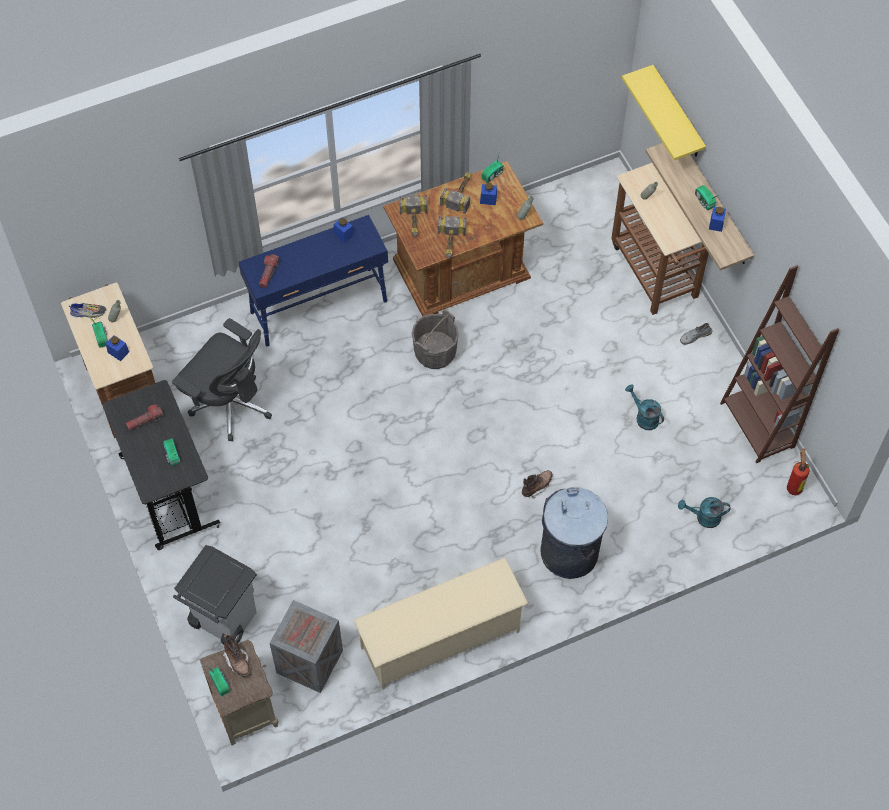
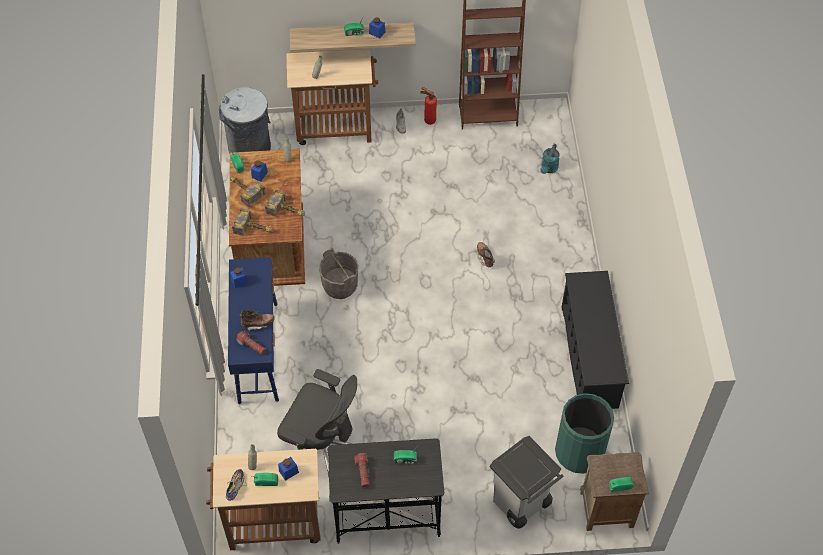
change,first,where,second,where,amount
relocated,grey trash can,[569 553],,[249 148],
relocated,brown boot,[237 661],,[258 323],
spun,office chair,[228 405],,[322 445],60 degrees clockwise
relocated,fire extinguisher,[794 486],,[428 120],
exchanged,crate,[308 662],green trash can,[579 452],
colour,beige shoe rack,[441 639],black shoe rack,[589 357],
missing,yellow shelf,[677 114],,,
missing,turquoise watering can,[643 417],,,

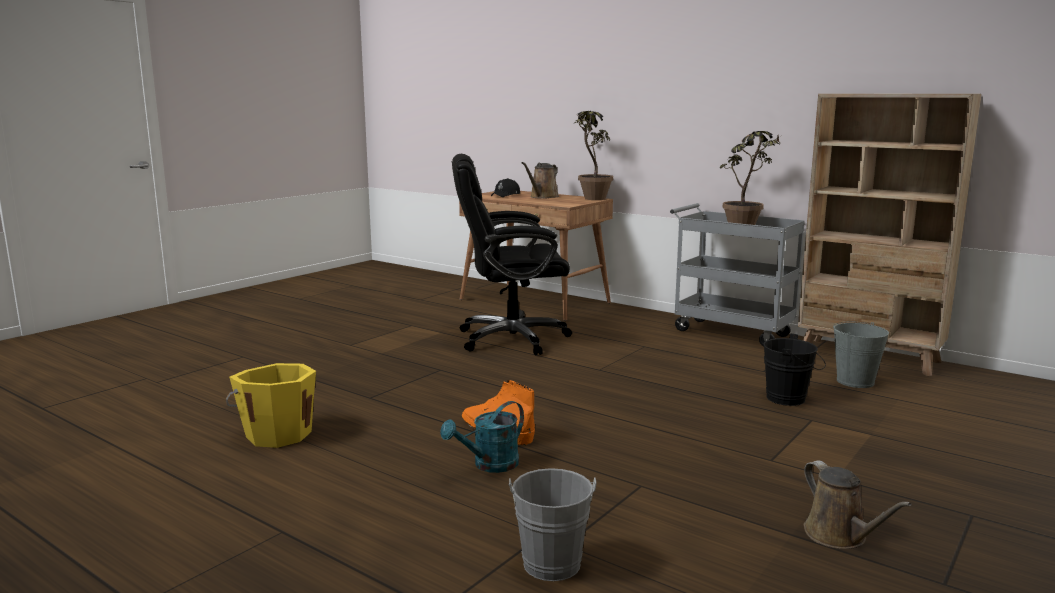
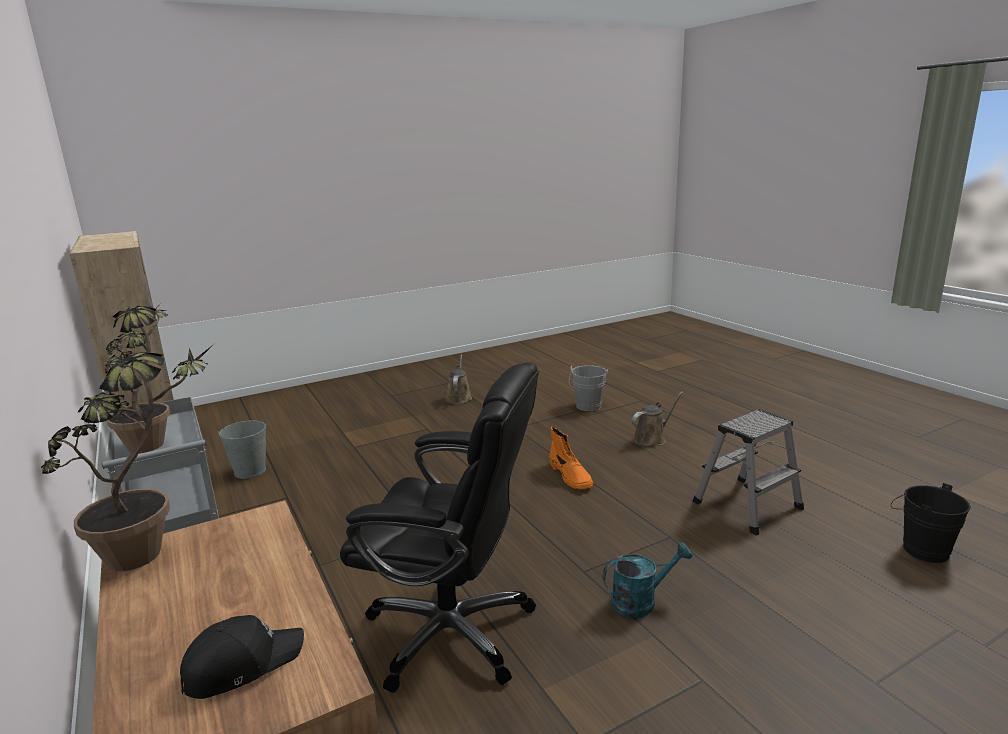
change,first,where,second,where,amount
relocated,turquoise watering can,[489 465],,[640 601],
relocated,brown watering can,[542 197],,[652 438],
exchanged,yellow bucket,[278 434],grey step ladder,[747 505],
relocated,black bucket,[790 399],,[920 548],

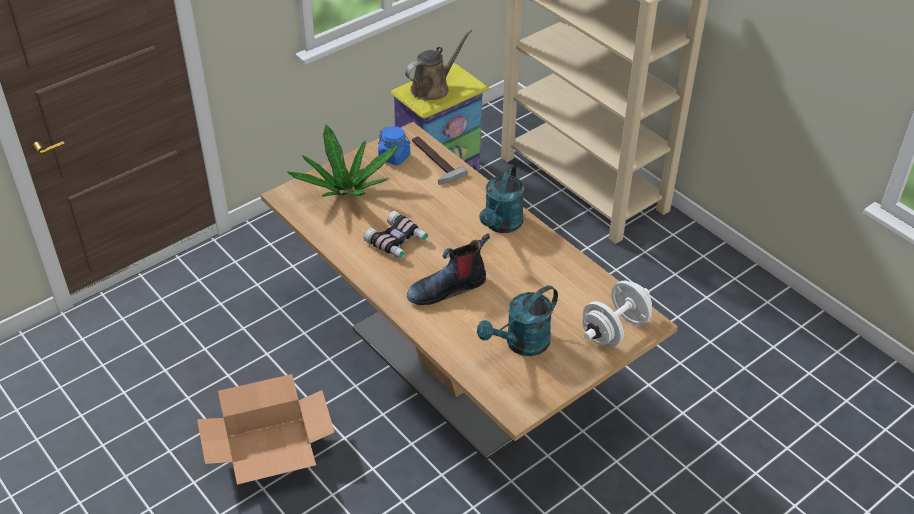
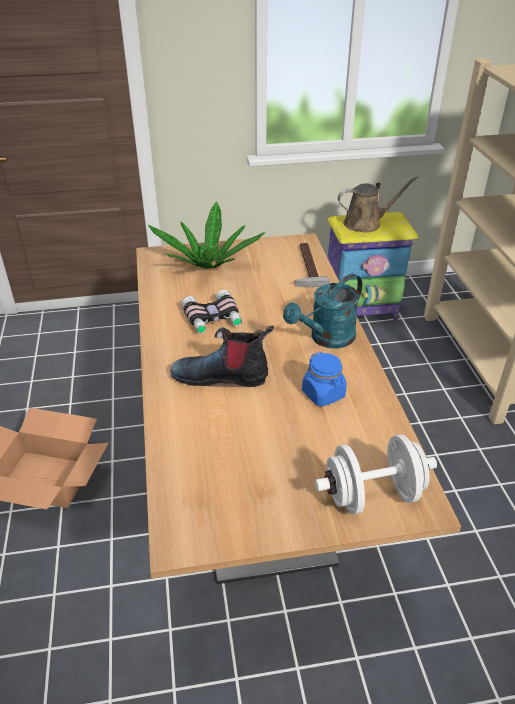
change,first,where,second,where,amount
relocated,blue jar,[394 157],,[323 394],
missing,turquoise watering can,[521 344],,,

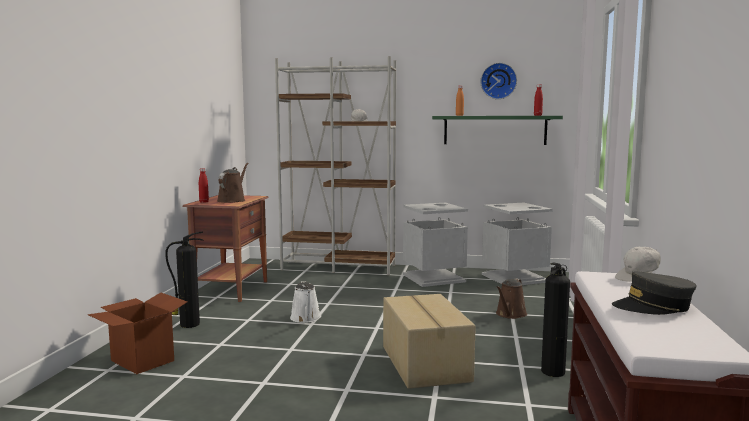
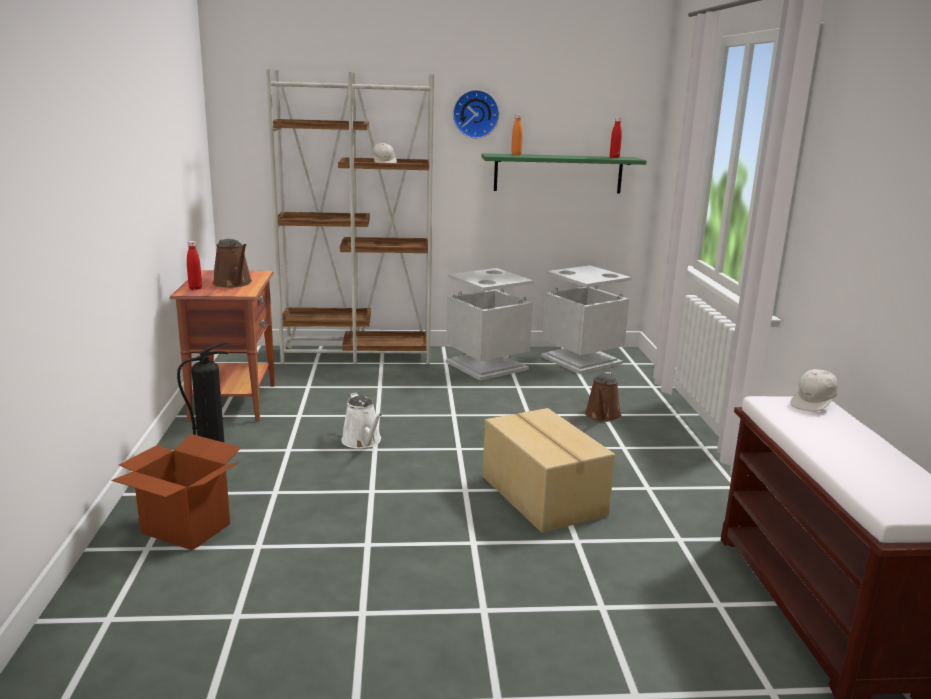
change,first,where,second,where,amount
spun,brown watering can,[232 200],,[234 283],150 degrees clockwise
relocated,wall clock,[498 81],,[475 114],
missing,fire extinguisher,[553 371],,,
missing,grey cap,[653 307],,,

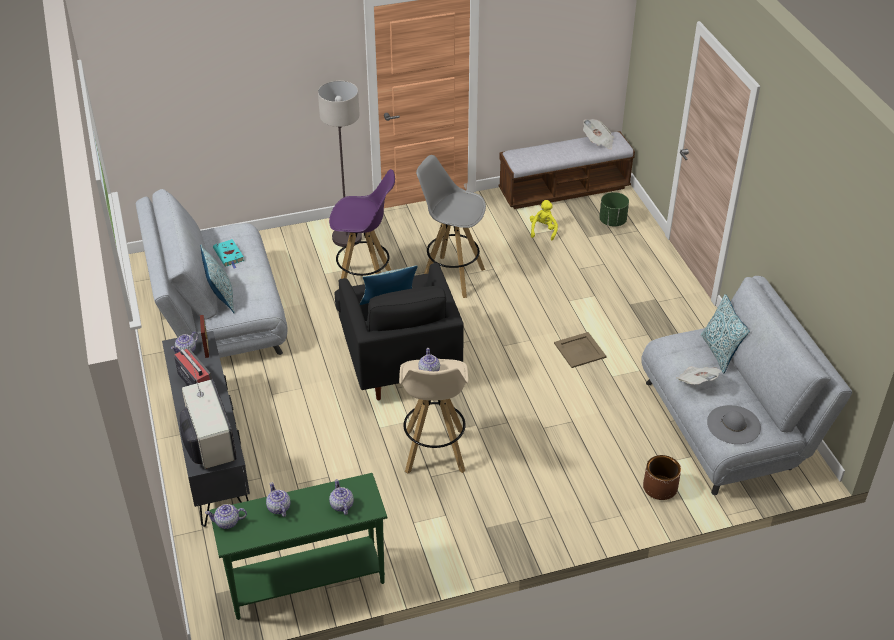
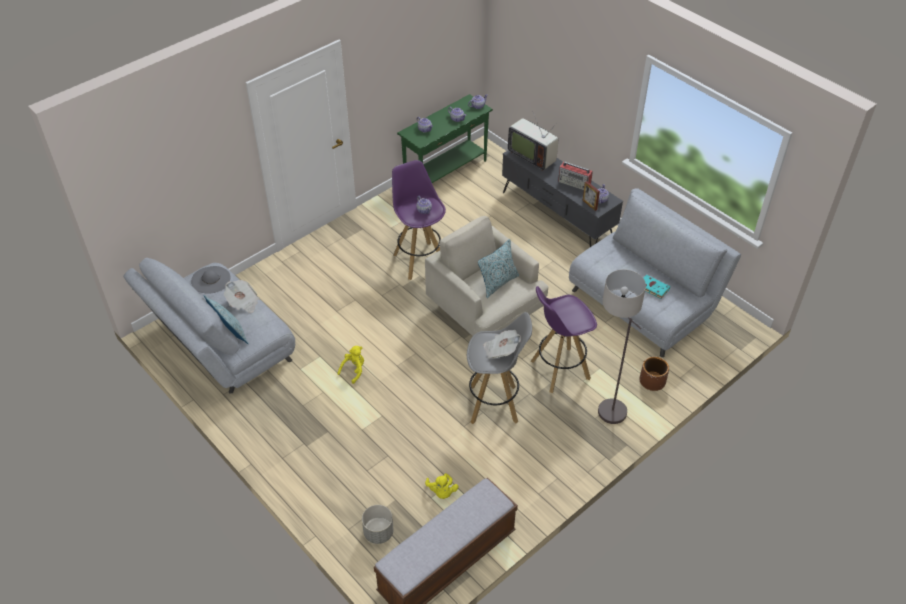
change,first,where,second,where,amount
exchanged,beige tray,[579 350],yellow plush toy,[354 370],
colour,green planter,[612 221],grey planter,[378 532],
colour,beige stool,[434 452],purple stool,[419 259],
colour,black armchair,[399 360],beige armchair,[485 314],
relocated,newspaper,[598 141],,[501 350],
relocated,brown planter,[660 487],,[652 381],
missing,pillow,[221 297],,,

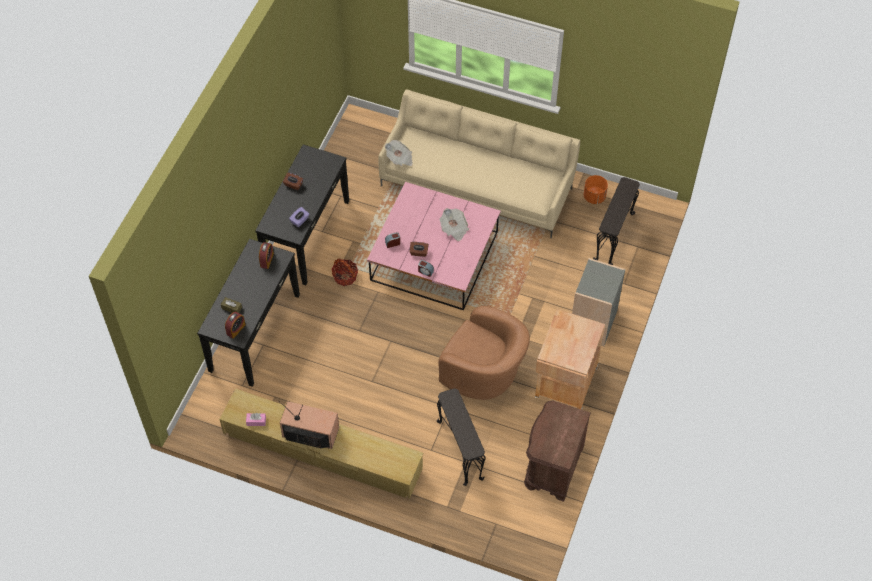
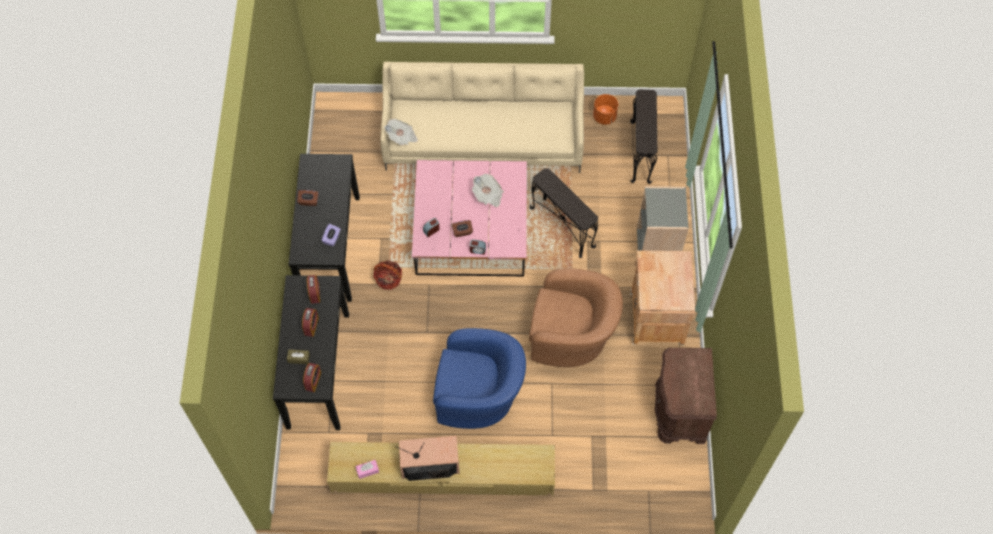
change,first,where,second,where,amount
appeared,,,alarm clock,[311 326],
appeared,,,blue armchair,[479 397],
relocated,black side table,[460 450],,[562 227],

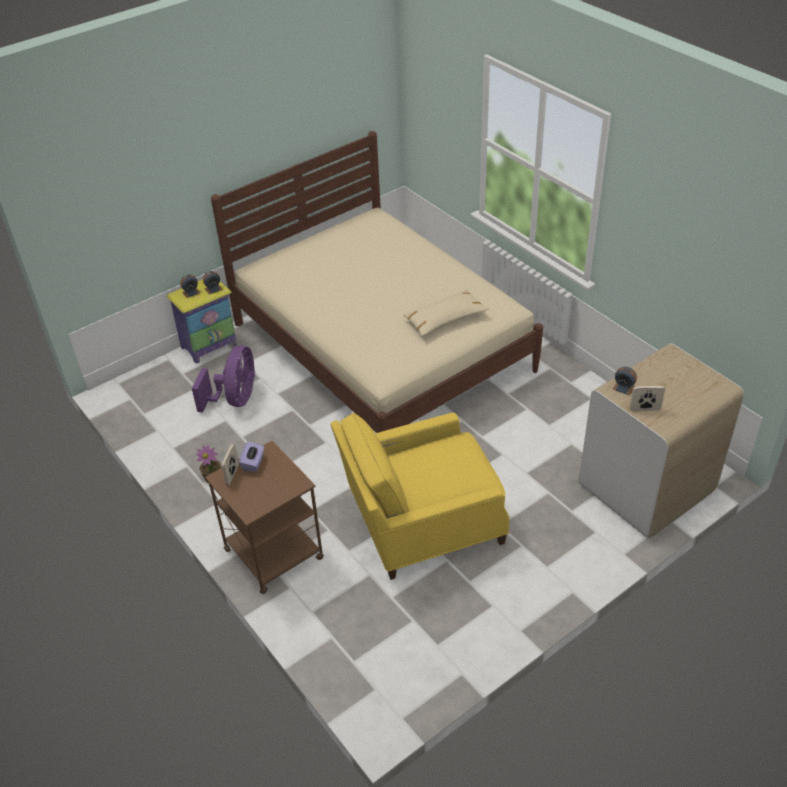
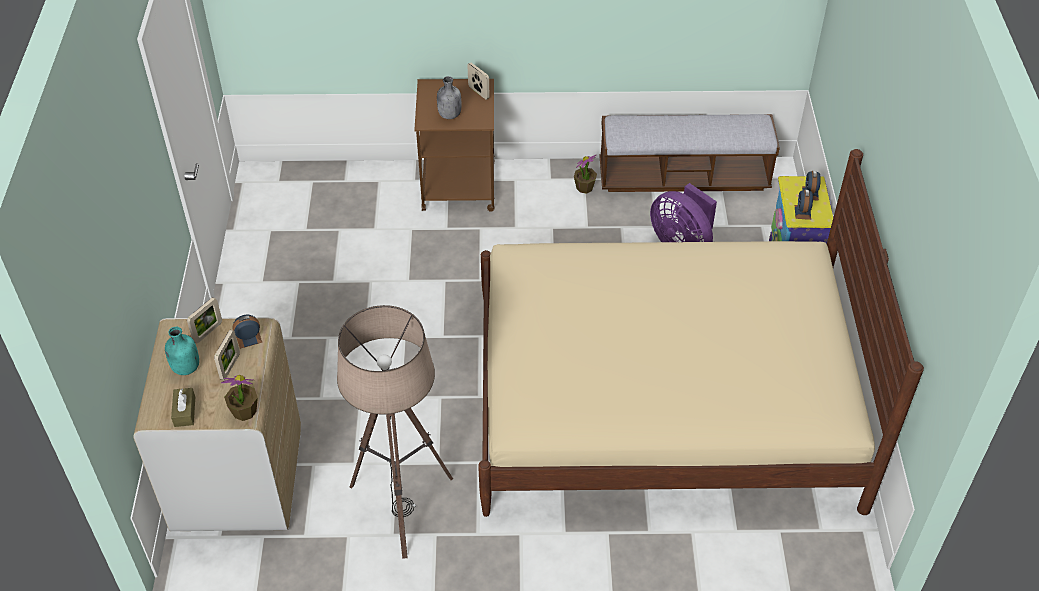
change,first,where,second,where,amount
appeared,,,turquoise bottle,[185 368],
appeared,,,brown tissue box,[185 411],
appeared,,,picture frame,[230 367],
appeared,,,potted plant,[244 411],
appeared,,,floor lamp,[402 506],
appeared,,,grey bottle,[449 115],
appeared,,,bench,[684 177],
missing,purple tissue box,[253 463],,,
missing,yellow armchair,[422 520],,,
missing,beige pillow,[445 319],,,

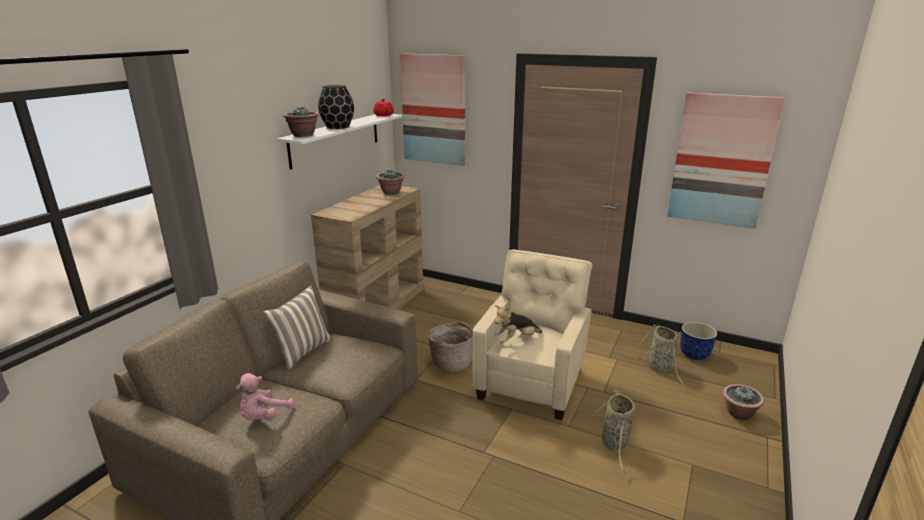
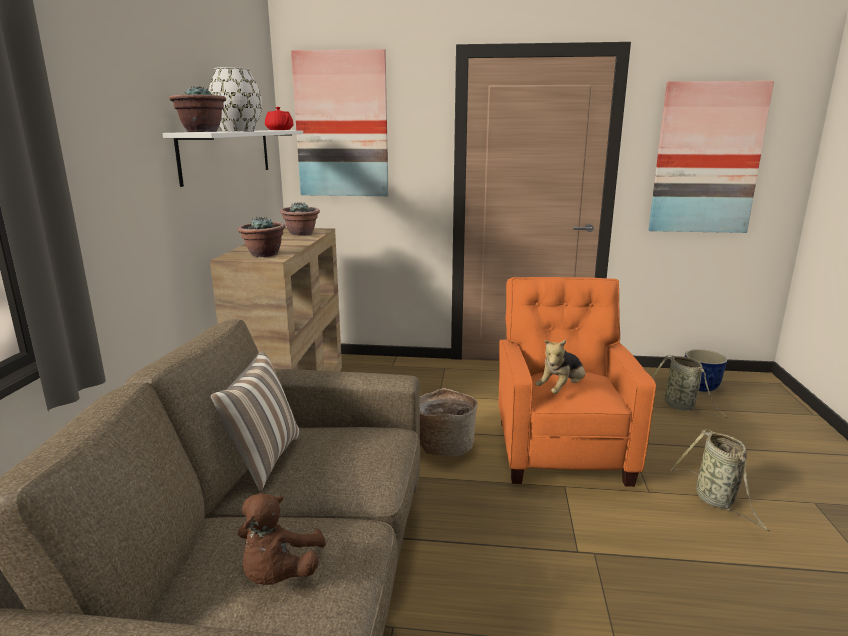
change,first,where,second,where,amount
colour,black vase,[337 127],white vase,[237 131],
relocated,potted plant,[738 414],,[264 254],
colour,pink plush toy,[264 417],brown plush toy,[279 574],
colour,beige armchair,[532 382],orange armchair,[561 449],

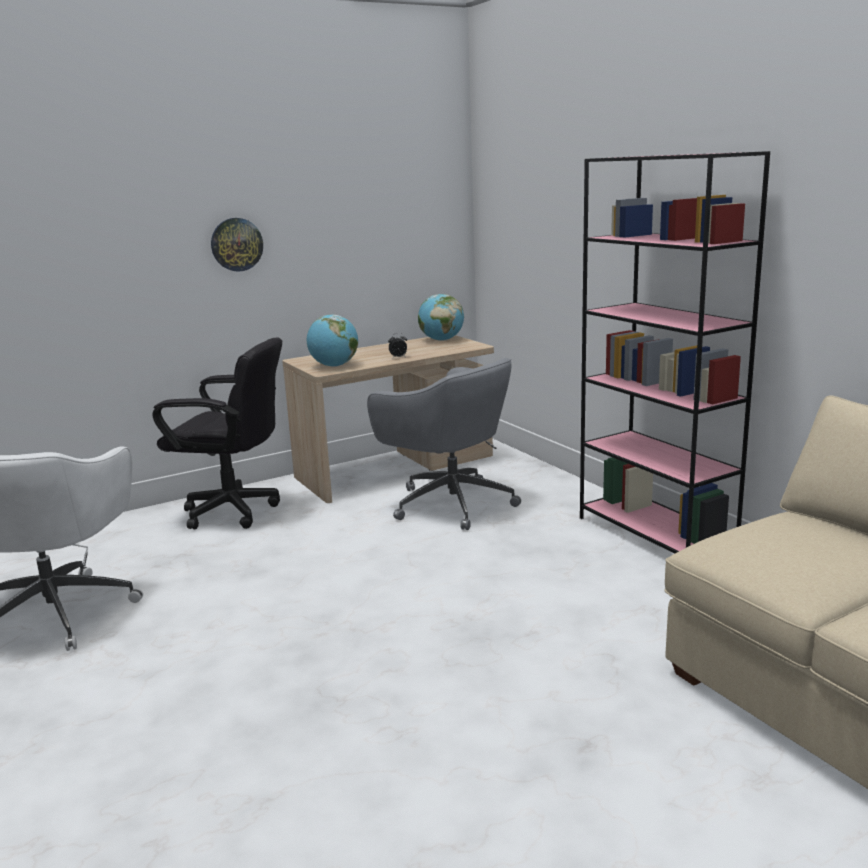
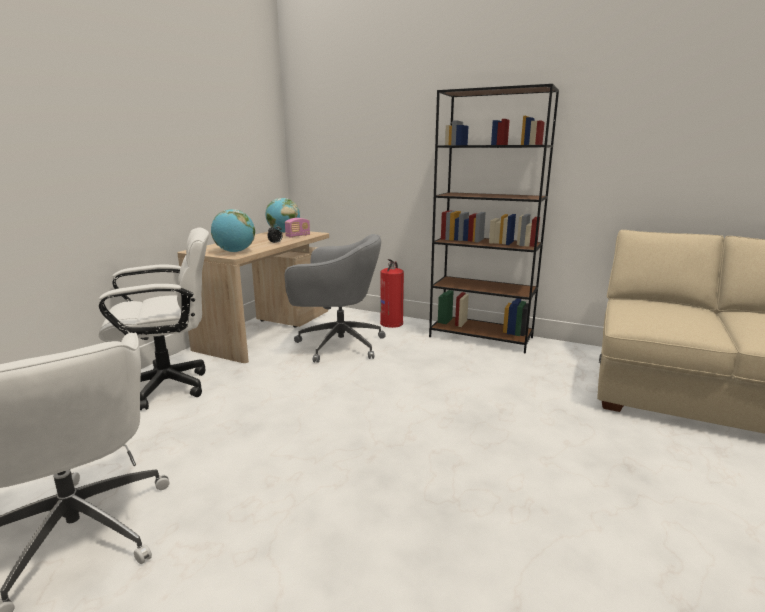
change,first,where,second,where,amount
colour,black office chair,[236 512],white office chair,[171 387],
appeared,,,radio,[298 236],
appeared,,,fire extinguisher,[392 323],
colour,pink bookcase,[656 535],brown bookcase,[481 337],
missing,wall clock,[236 244],,,

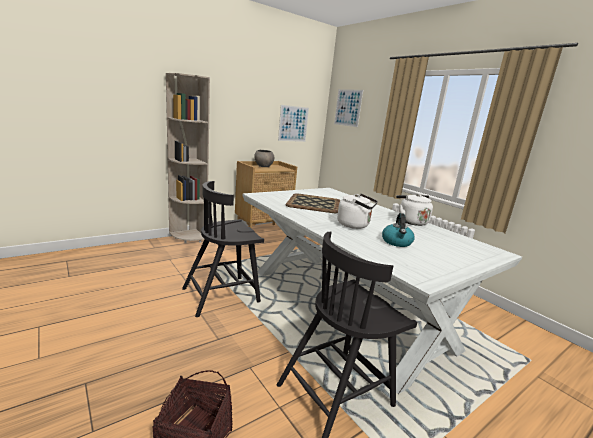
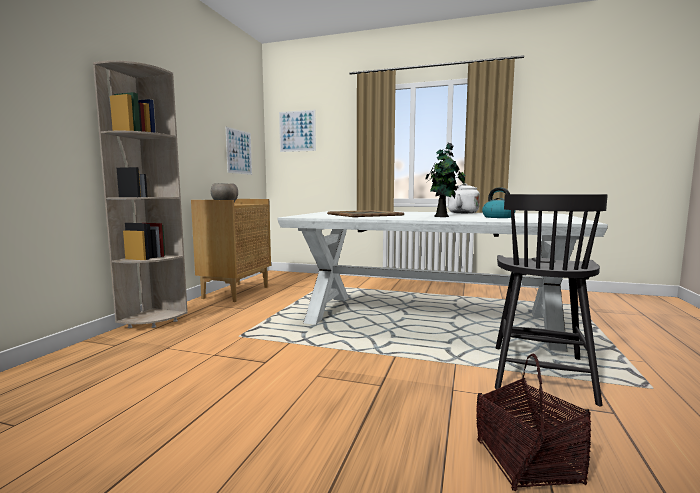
change,first,where,second,where,amount
exchanged,white kettle,[355 225],potted plant,[442 216],
missing,black chair,[222 295],,,

